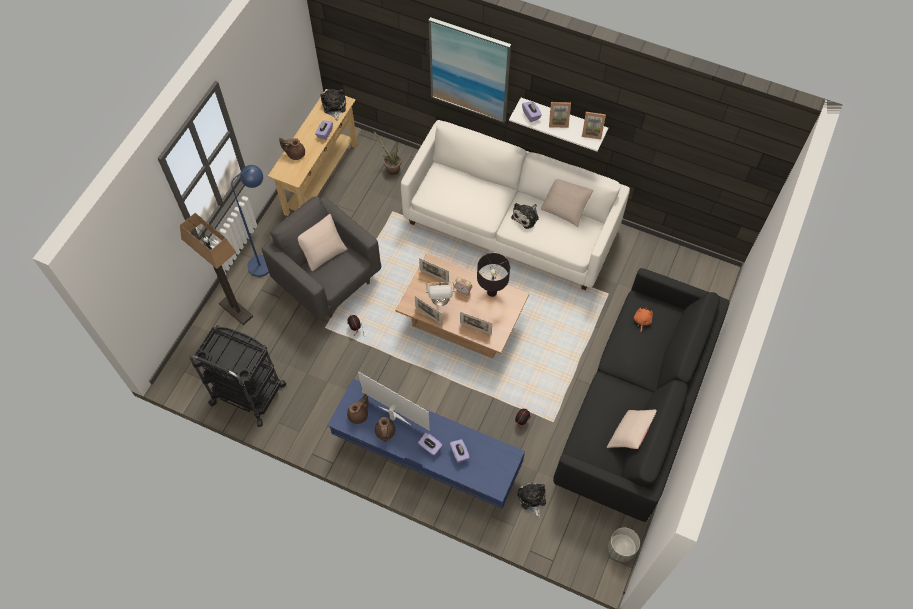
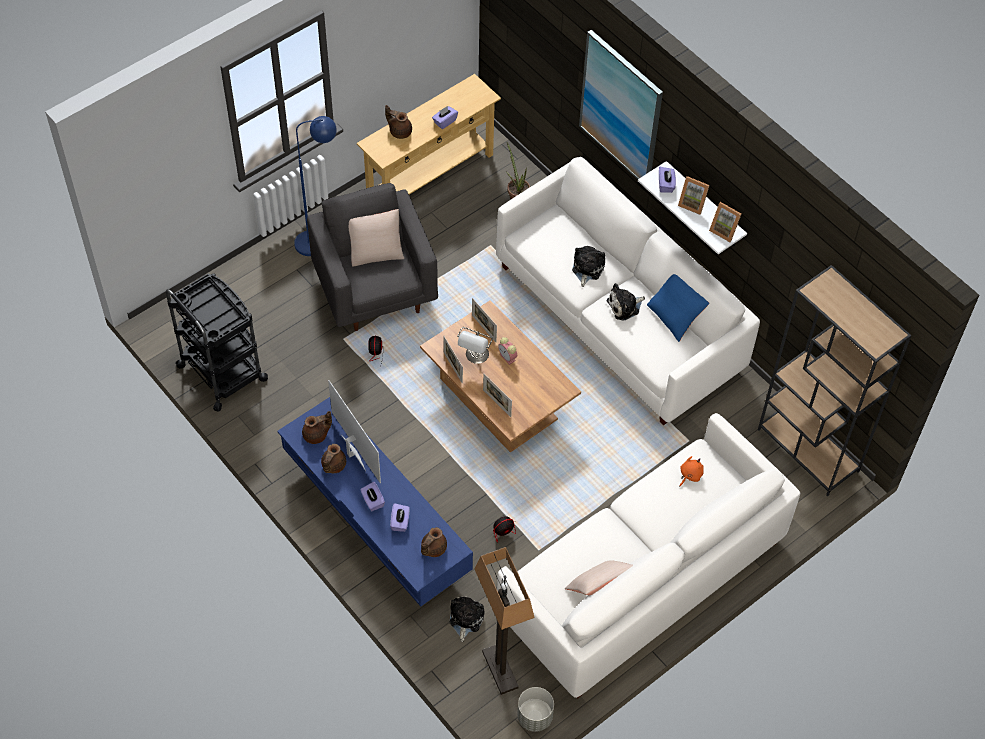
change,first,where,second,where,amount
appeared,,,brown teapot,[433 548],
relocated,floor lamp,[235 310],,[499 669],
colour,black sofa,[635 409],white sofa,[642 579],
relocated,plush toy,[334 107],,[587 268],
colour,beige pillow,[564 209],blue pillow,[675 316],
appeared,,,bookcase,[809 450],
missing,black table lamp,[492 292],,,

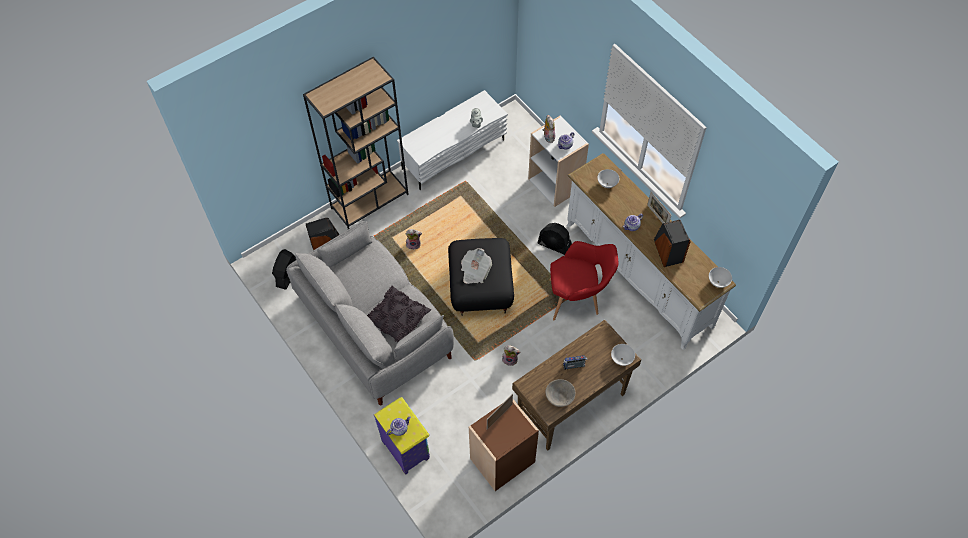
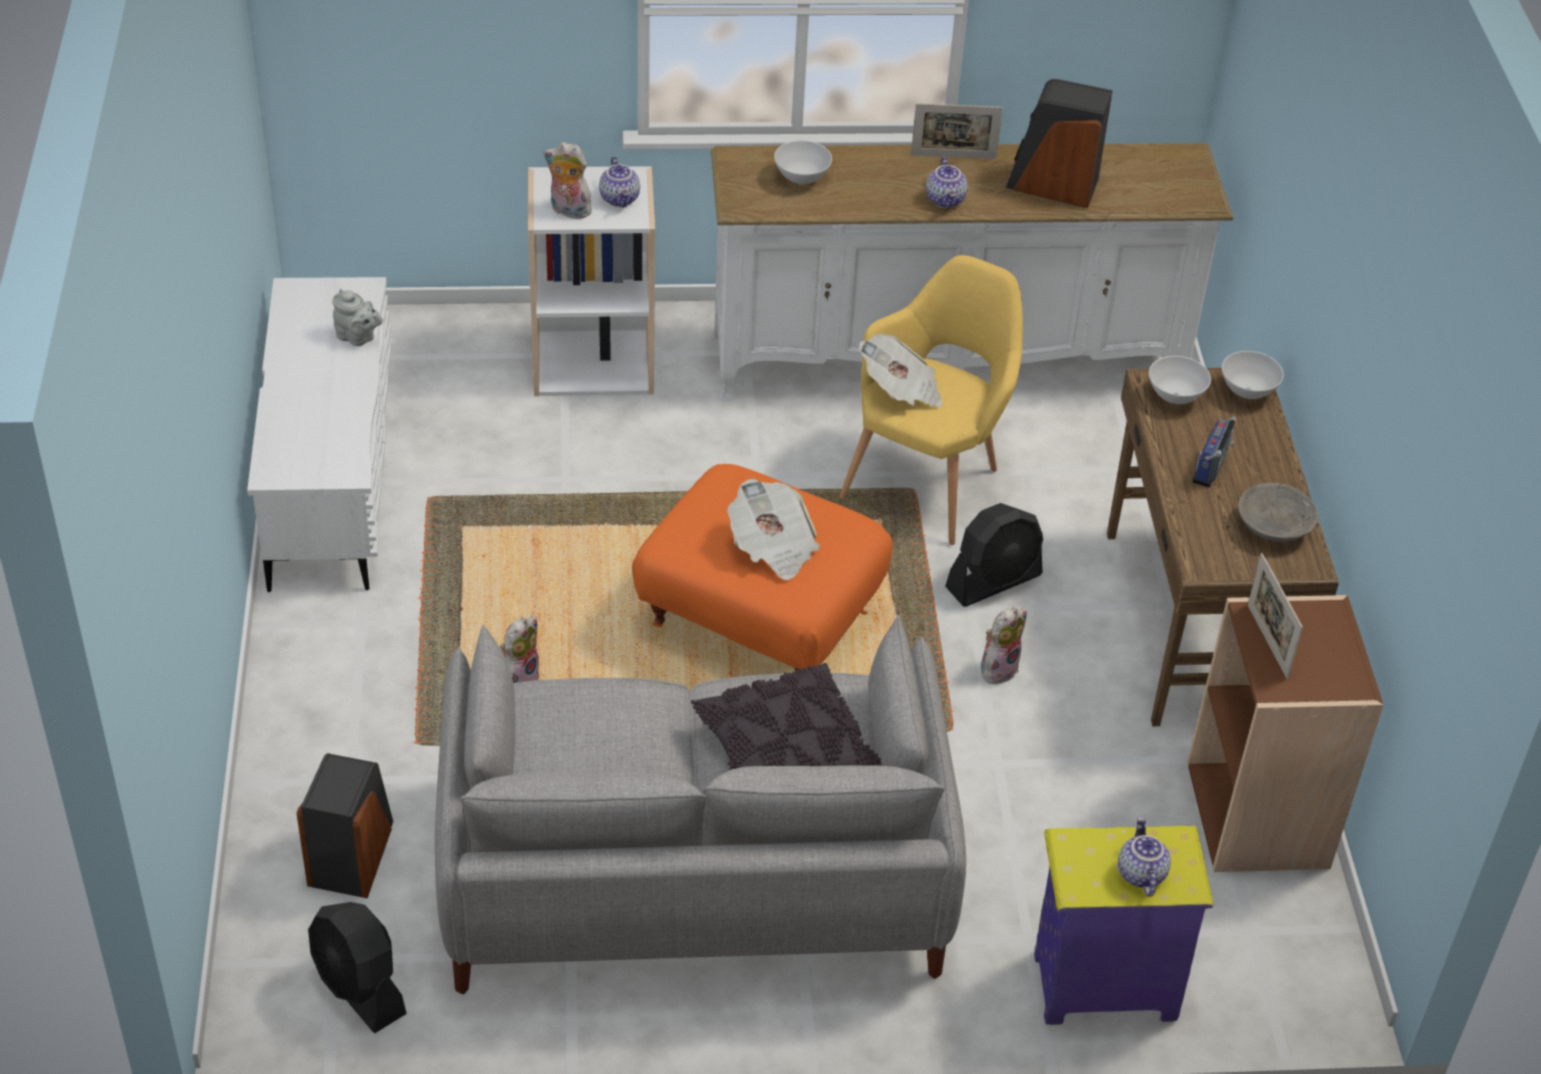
change,first,where,second,where,amount
colour,black ottoman,[480 288],orange ottoman,[758 623],
colour,red armchair,[578 298],yellow armchair,[929 480],
appeared,,,newspaper,[900 390],
relocated,black fan,[554 245],,[994 581],
relocated,white bowl,[718 282],,[1175 397],
missing,bookcase,[370 201],,,

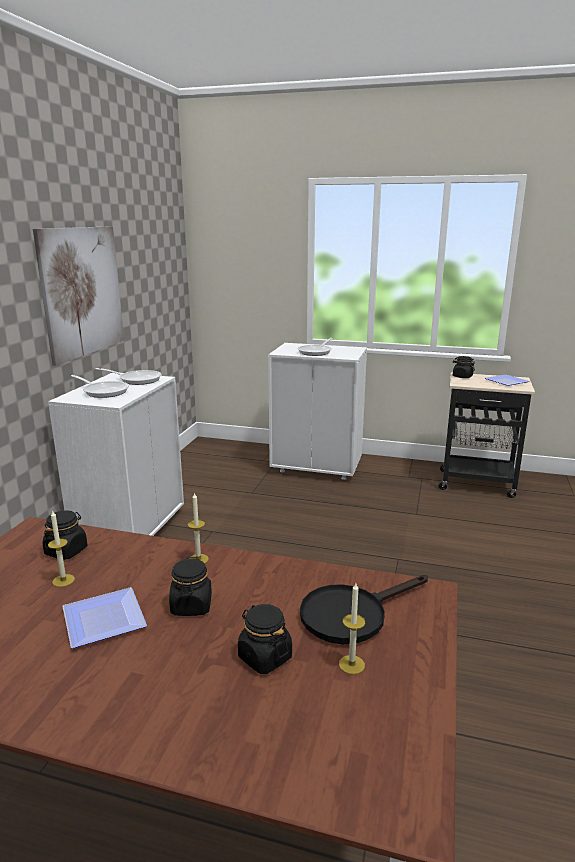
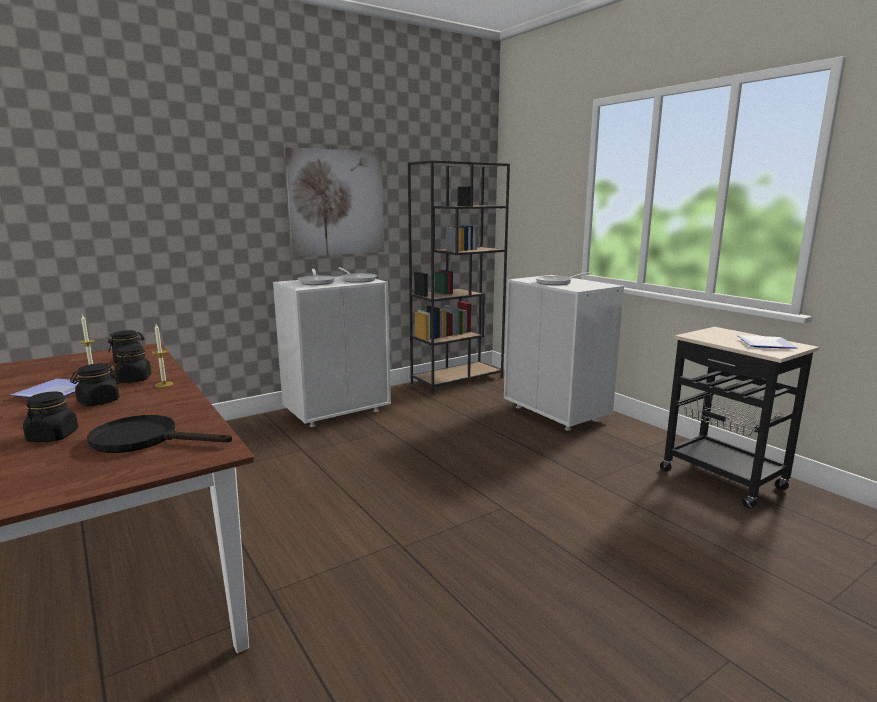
change,first,where,second,where,amount
relocated,black jar,[462 376],,[134 379],
appeared,,,bookcase,[457 380],
missing,candle,[351 664],,,

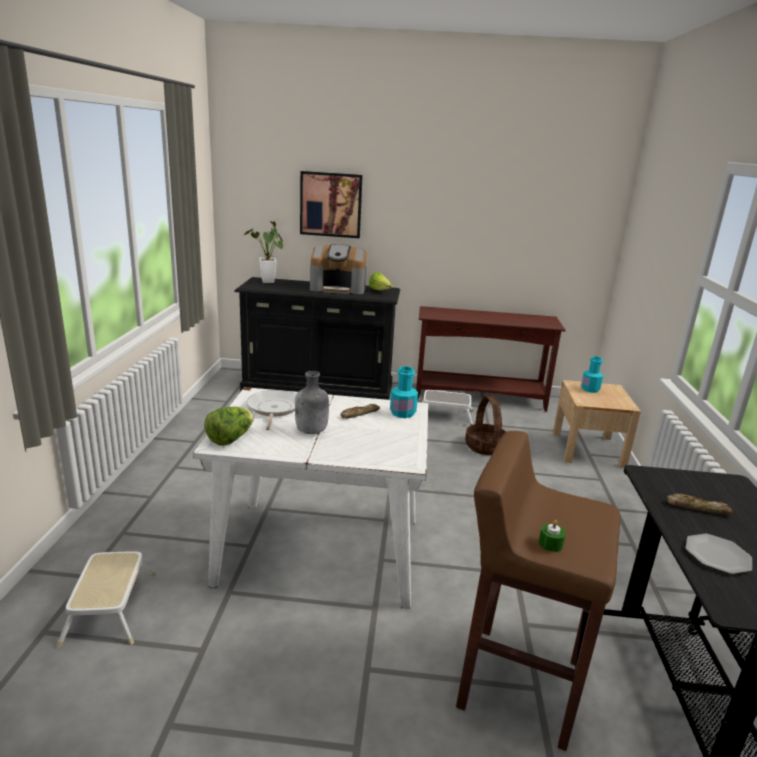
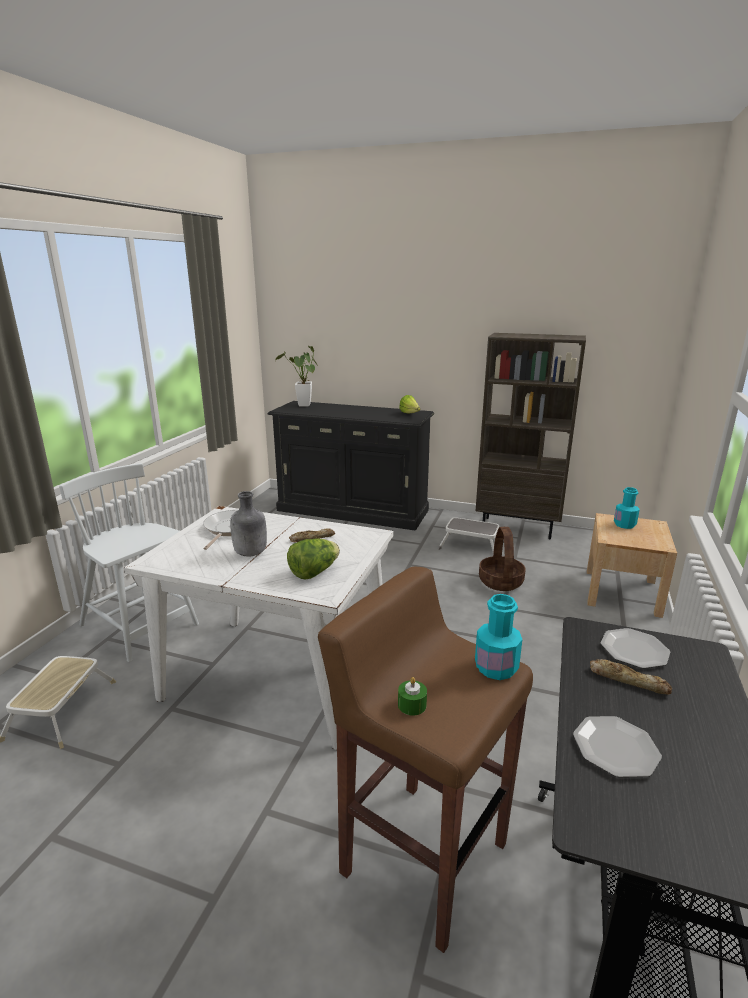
change,first,where,second,where,amount
appeared,,,white chair,[140 626],
relocated,lettuce,[230 439],,[314 572],
relocated,turquoise bottle,[402 413],,[496 667],
exchanged,brown console table,[479 397],brown bookcase,[518 528],
appeared,,,plate,[635 650],
missing,picture,[331 204],,,
missing,coffee machine,[338 288],,,

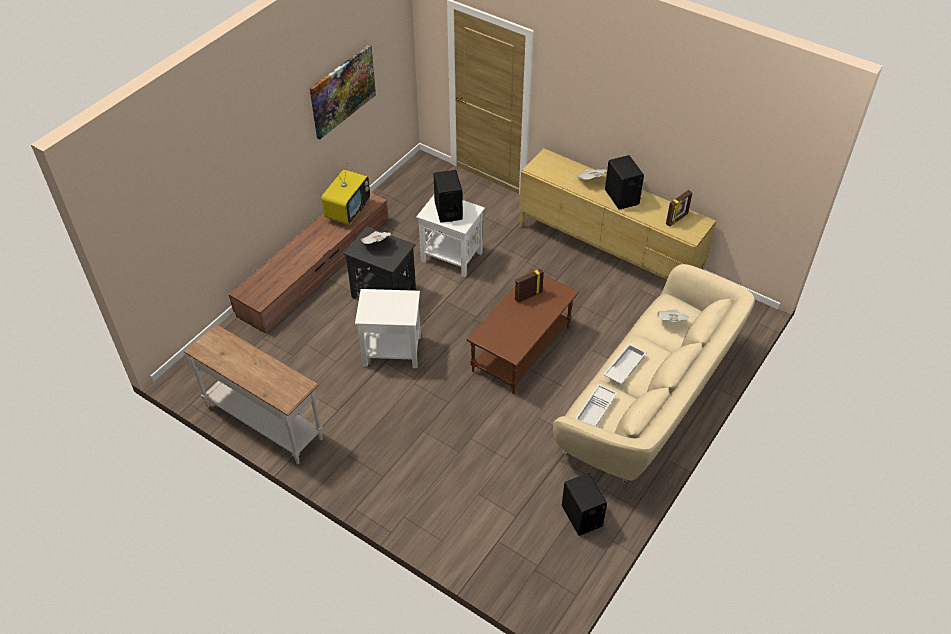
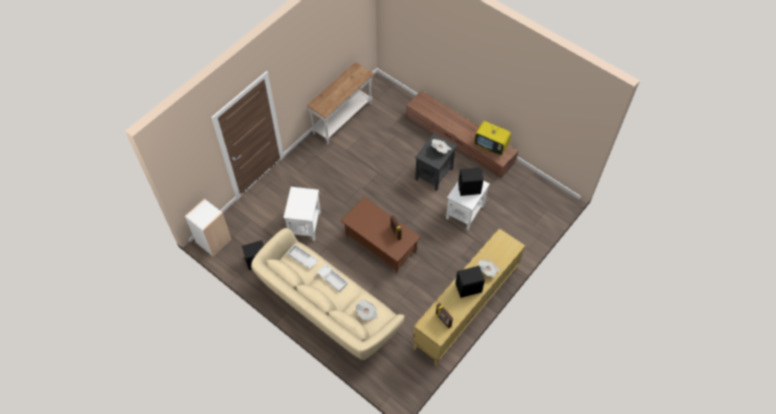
change,first,where,second,where,amount
appeared,,,bookcase,[213 240],
relocated,white side table,[391 351],,[305 224],
missing,picture,[342 91],,,

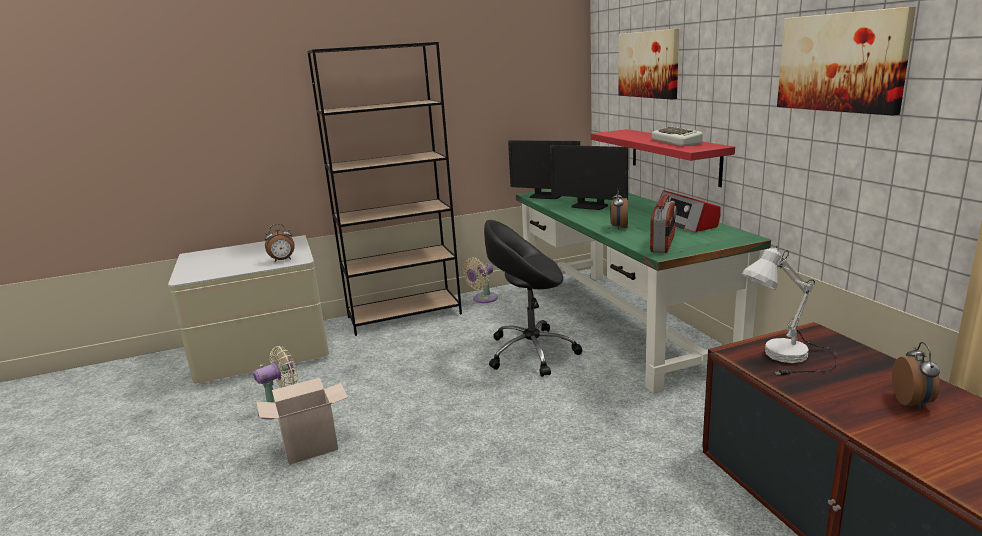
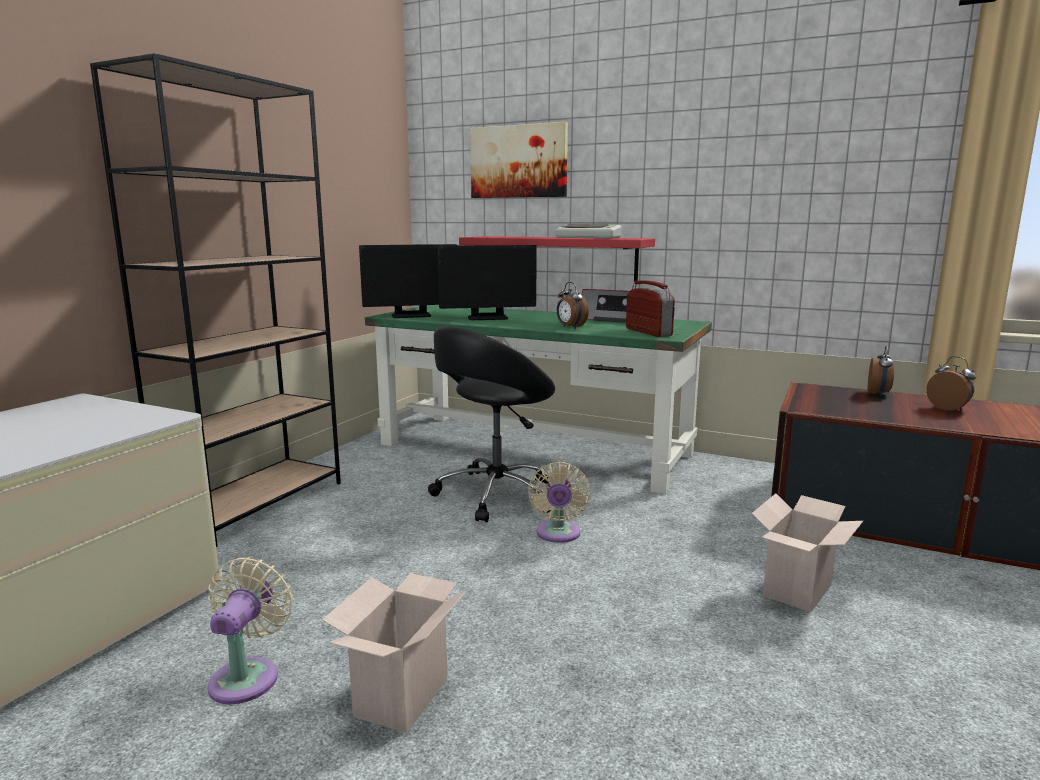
change,first,where,second,where,amount
relocated,beige fan,[483 299],,[558 535],
appeared,,,cardboard box,[798 592],
relocated,alarm clock,[282 260],,[878 394],
missing,white table lamp,[789 361],,,
missing,picture,[841 62],,,

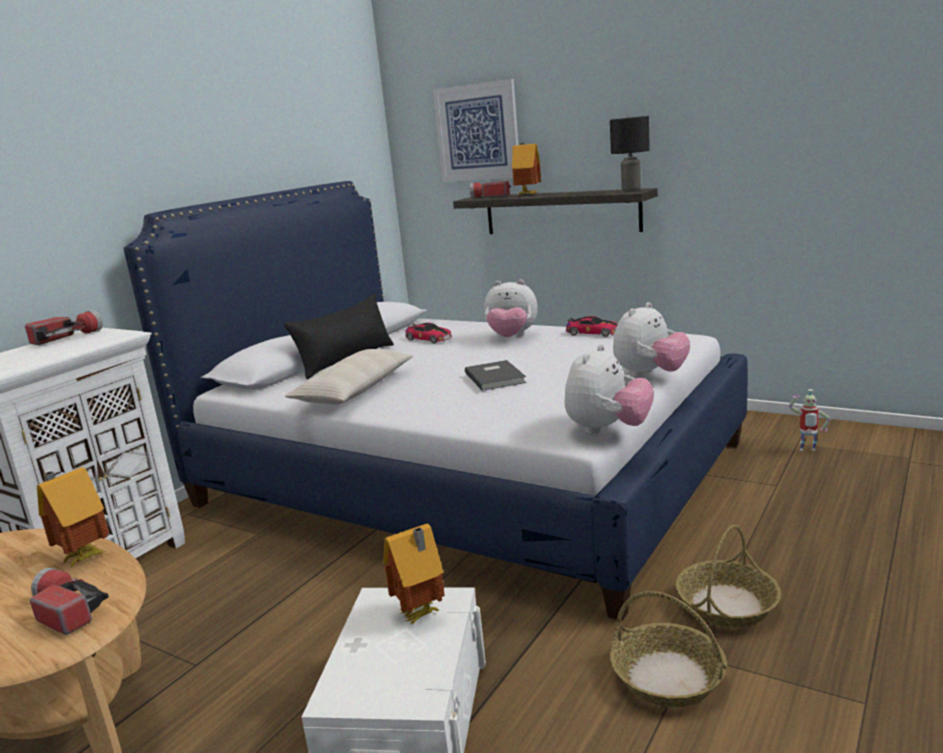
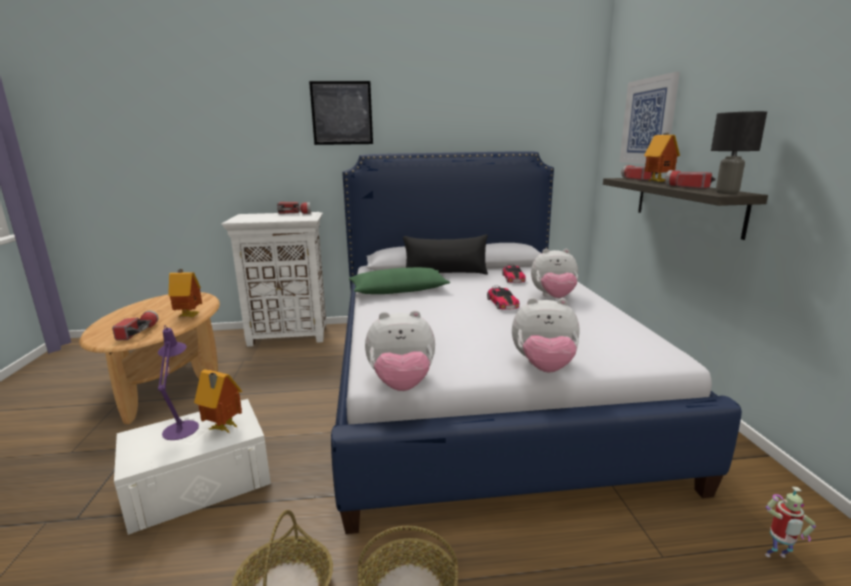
change,first,where,second,where,amount
appeared,,,purple table lamp,[182 427],
appeared,,,picture,[342 113],
colour,beige pillow,[355 390],green pillow,[399 291],
relocated,toy car,[593 333],,[502 303],
spun,plush toy,[511 337],,[553 297],60 degrees counterclockwise
appeared,,,flashlight,[686 187],
spun,toy robot,[807 451],,[776 558],60 degrees counterclockwise
missing,grey book,[496 377],,,

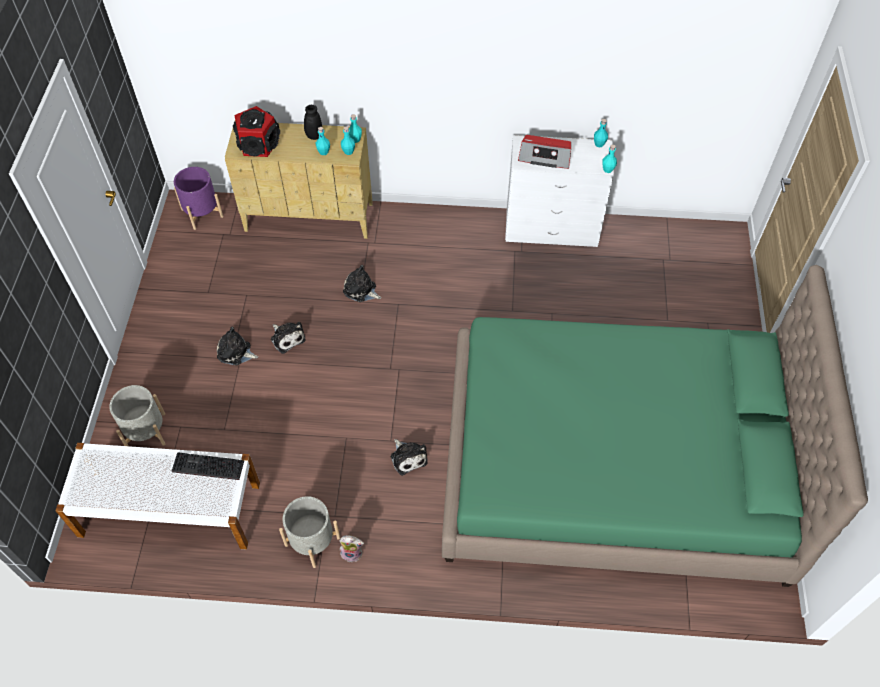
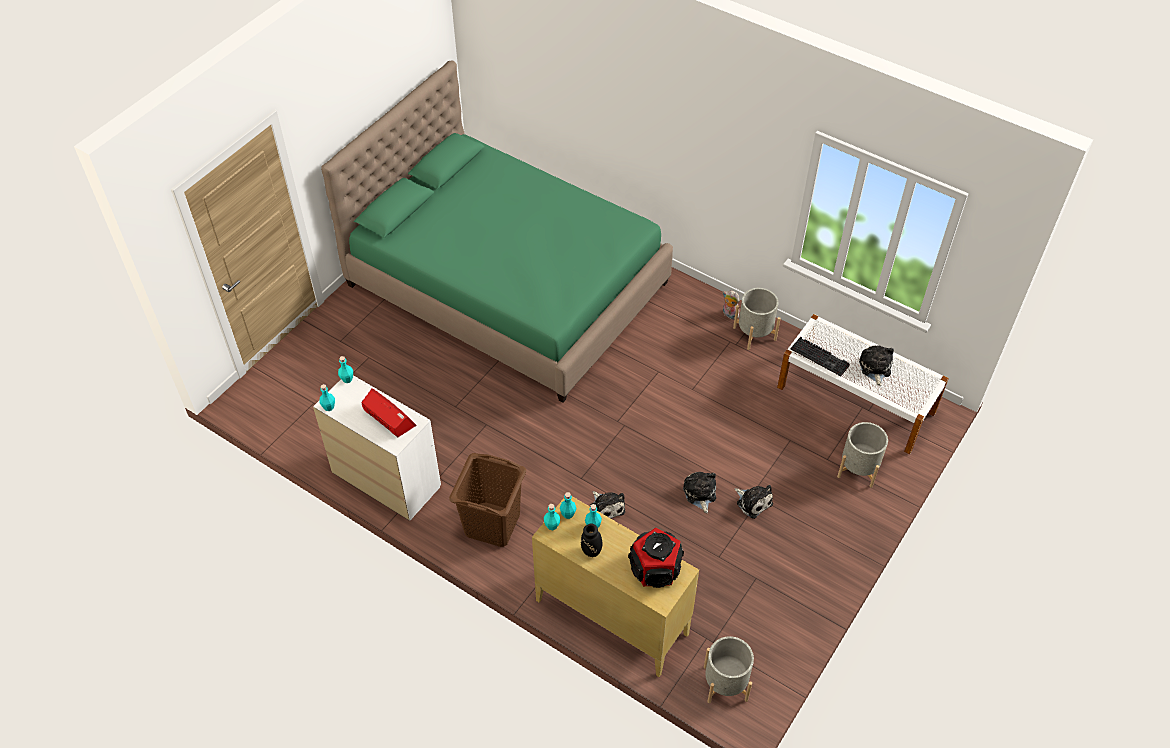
change,first,where,second,where,amount
appeared,,,brown laundry basket,[492 524],
colour,purple planter,[202 213],grey planter,[725 683],
relocated,plush toy,[408 457],,[875 368],

